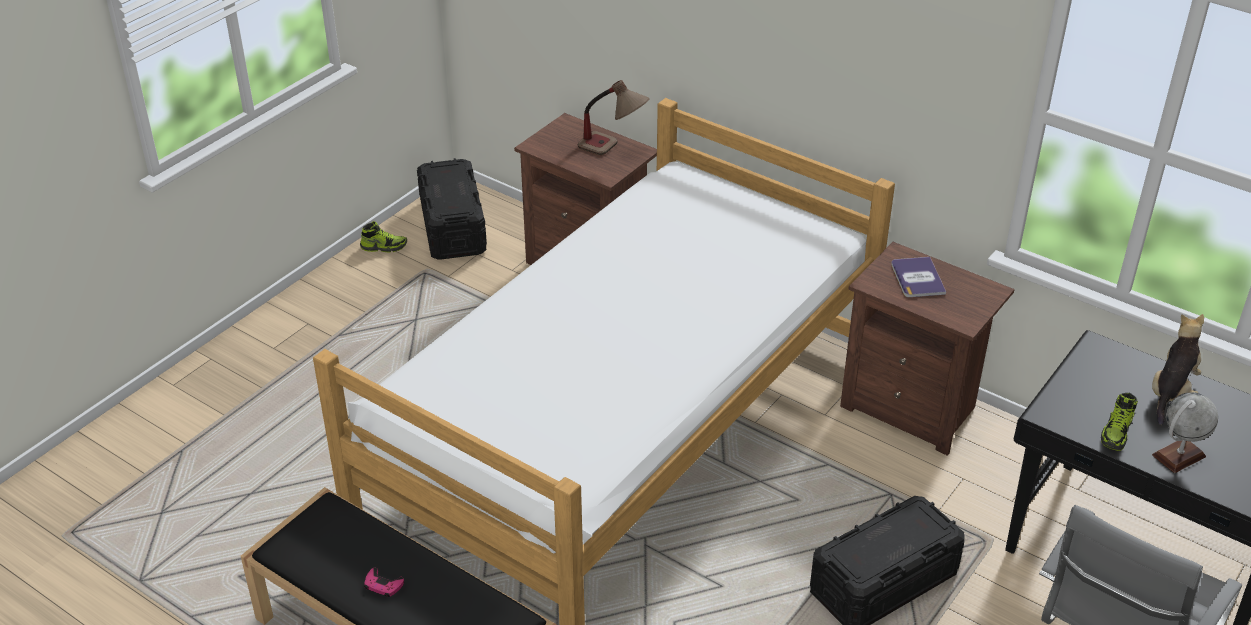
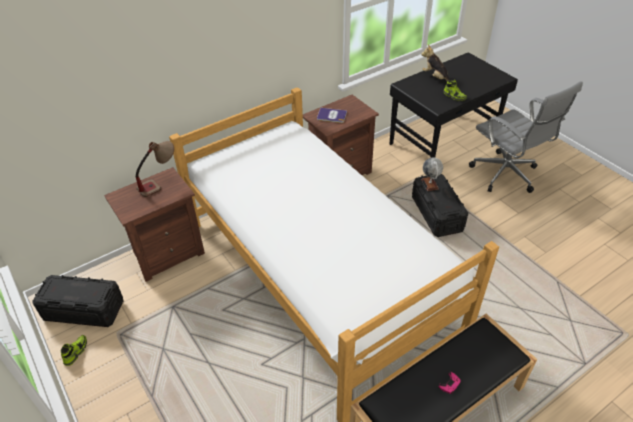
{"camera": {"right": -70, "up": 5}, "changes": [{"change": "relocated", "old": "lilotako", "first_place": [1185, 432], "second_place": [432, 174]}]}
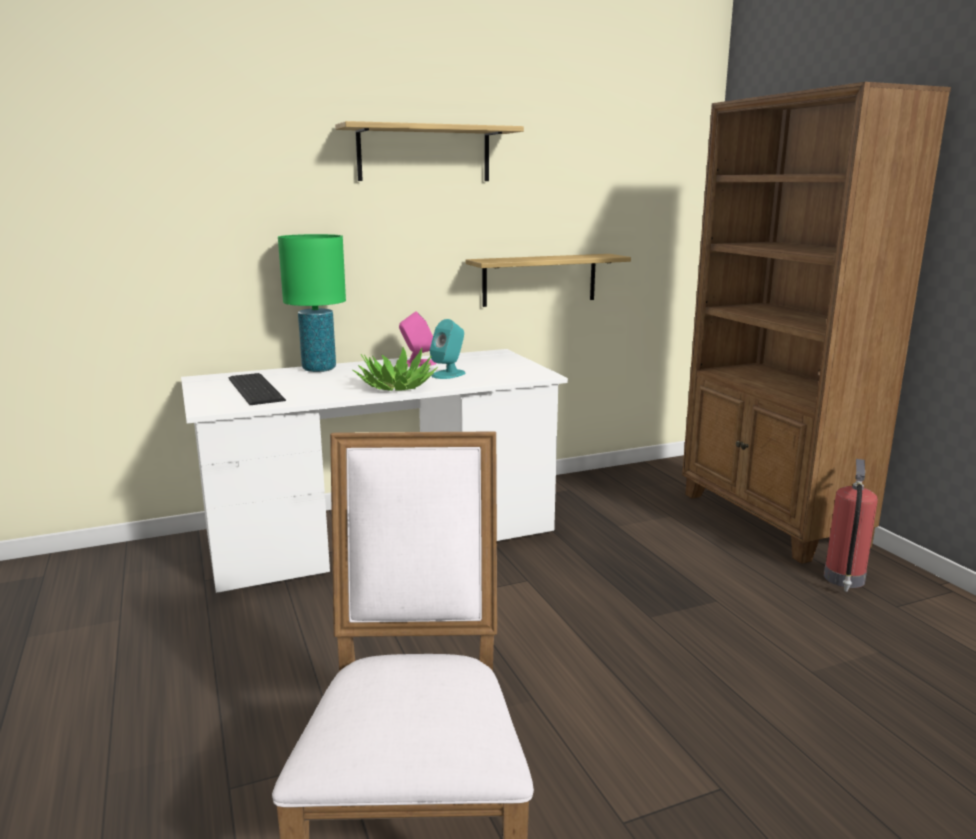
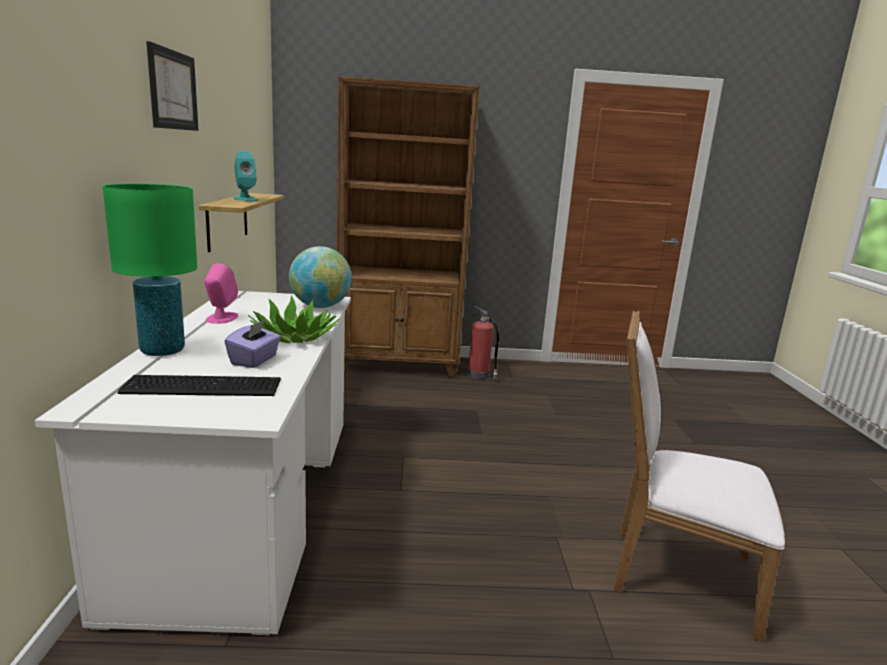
{"camera": {"right": -70, "up": 0}, "changes": [{"change": "exchanged", "old": "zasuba", "new": "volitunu", "first_place": [429, 151], "second_place": [172, 86]}, {"change": "relocated", "old": "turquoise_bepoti", "first_place": [447, 349], "second_place": [245, 176]}, {"change": "appeared", "new": "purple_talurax", "second_place": [253, 344]}, {"change": "appeared", "new": "lilotako", "second_place": [320, 277]}]}
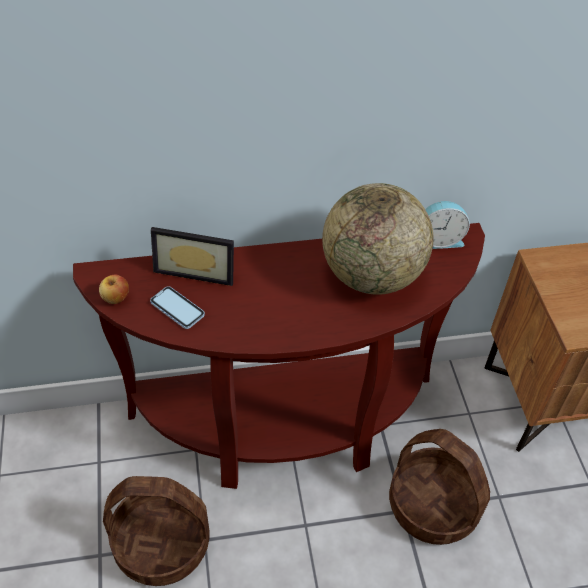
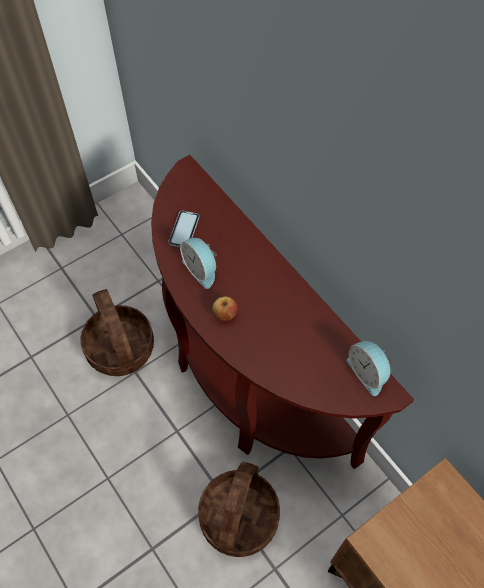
{"camera": {"right": 65, "up": 10}, "changes": [{"change": "relocated", "old": "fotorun", "first_place": [114, 289], "second_place": [225, 309]}, {"change": "missing", "old": "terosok", "first_place": [192, 256]}, {"change": "missing", "old": "lilotako", "first_place": [377, 239]}, {"change": "appeared", "new": "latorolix", "second_place": [198, 263]}]}
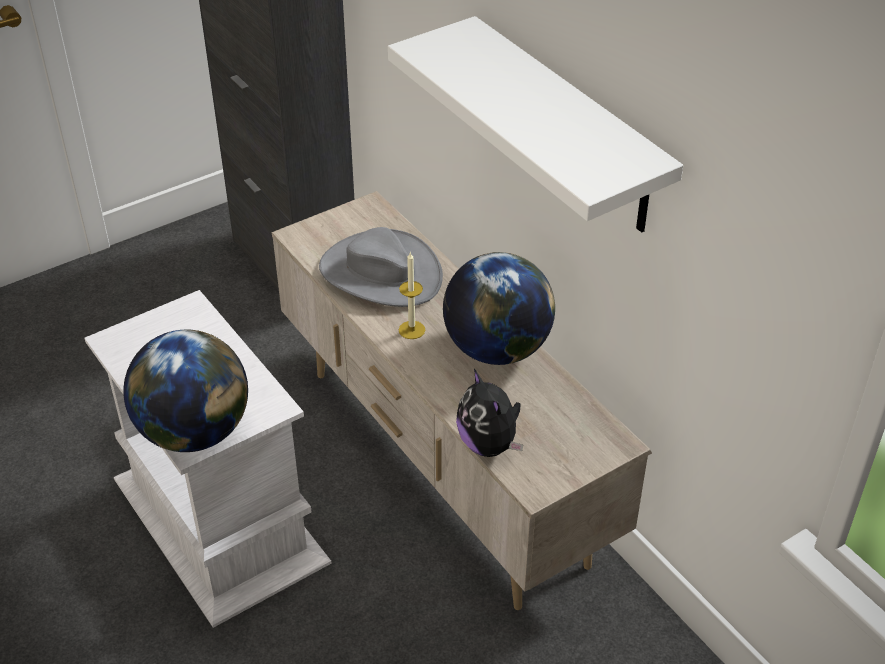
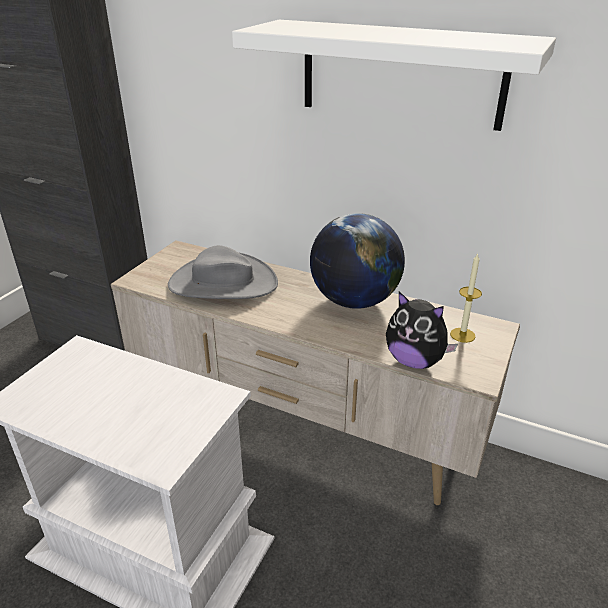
{"camera": {"right": -30, "up": -10}, "changes": [{"change": "missing", "old": "lilotako", "first_place": [185, 391]}, {"change": "relocated", "old": "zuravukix", "first_place": [412, 296], "second_place": [466, 298]}]}
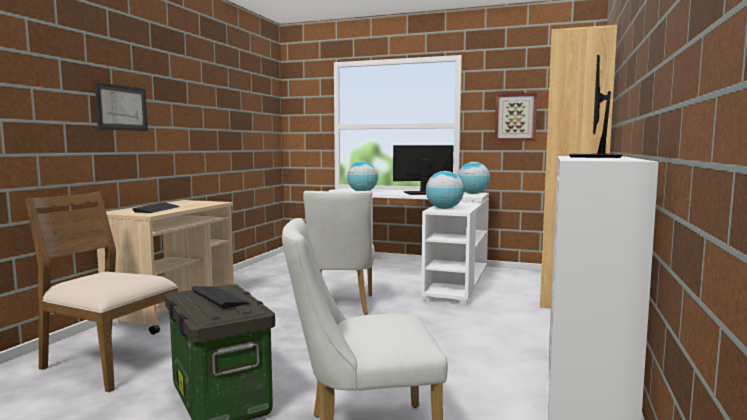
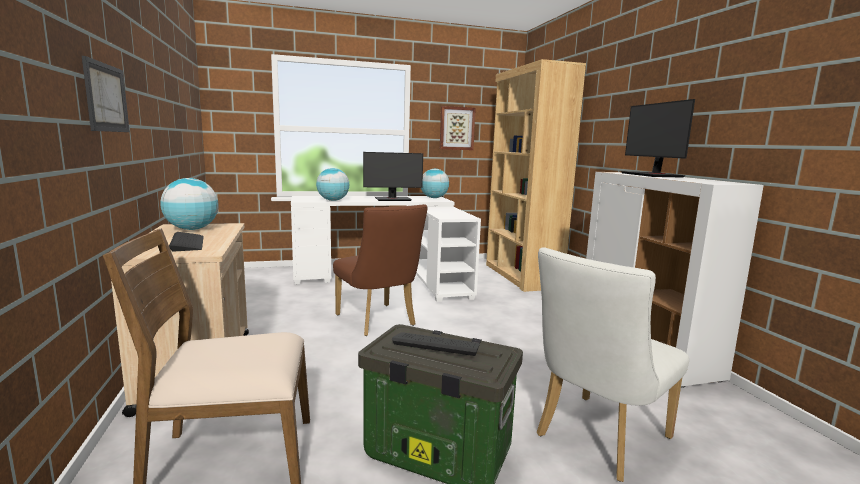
{"camera": {"right": -35, "up": 5}, "changes": [{"change": "colour", "old": "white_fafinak", "new": "brown_fafinak", "first_place": [338, 253], "second_place": [380, 270]}, {"change": "spun", "old": "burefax", "first_place": [423, 170], "second_place": [393, 176], "degrees": -150}, {"change": "relocated", "old": "lilotako", "first_place": [445, 190], "second_place": [189, 204]}]}
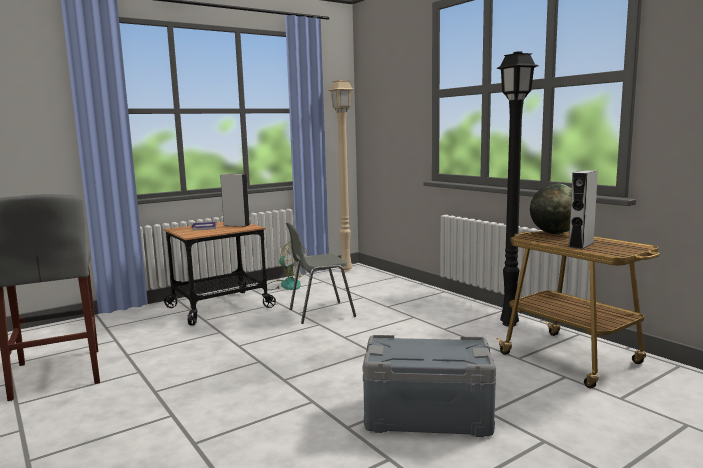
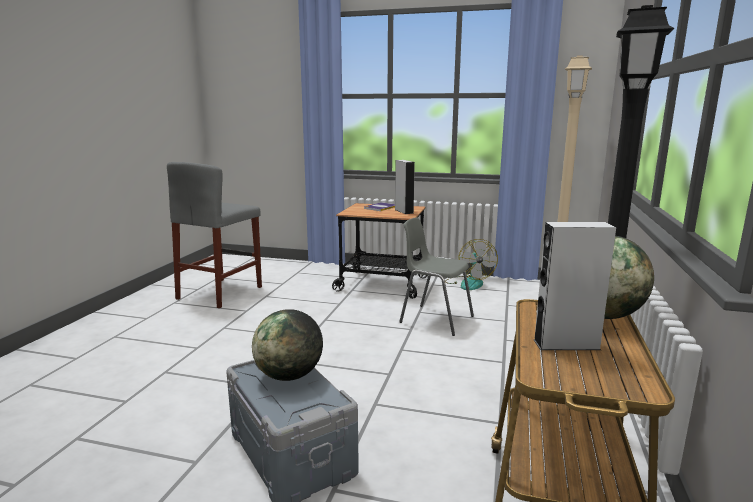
{"camera": {"right": 50, "up": 5}, "changes": [{"change": "appeared", "new": "lilotako", "second_place": [287, 345]}]}
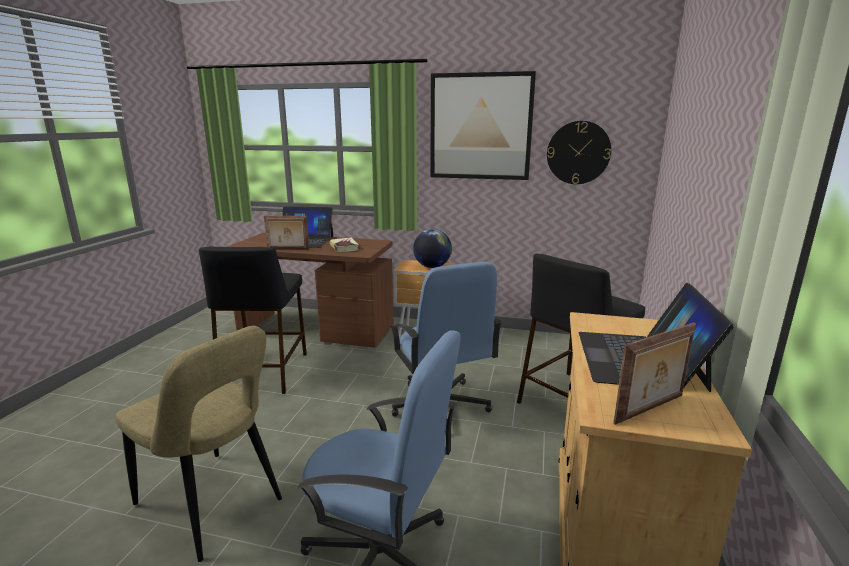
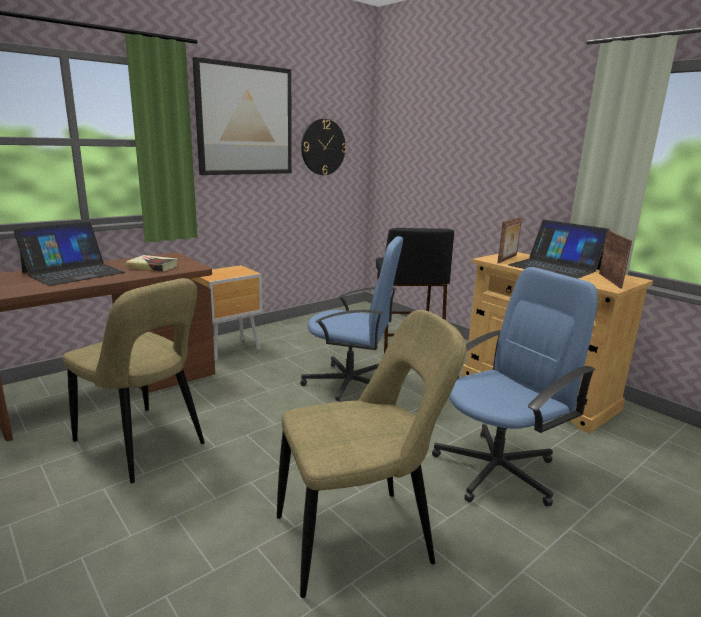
{"camera": {"right": -55, "up": 0}, "changes": [{"change": "exchanged", "old": "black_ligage", "new": "beige_fafinak", "first_place": [253, 320], "second_place": [134, 380]}, {"change": "relocated", "old": "terosok", "first_place": [286, 233], "second_place": [509, 240]}, {"change": "missing", "old": "lilotako", "first_place": [432, 248]}]}
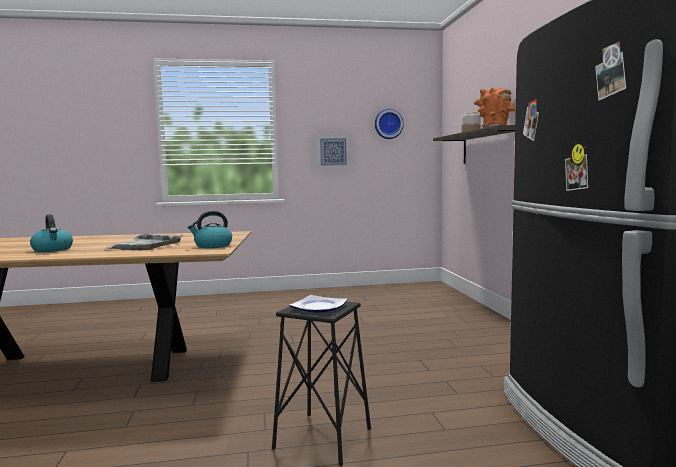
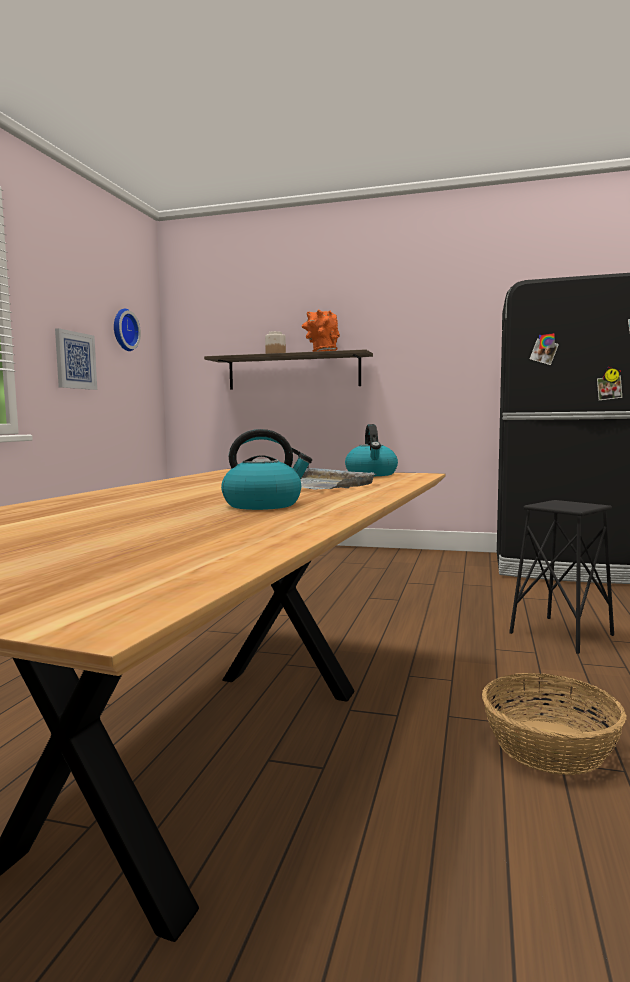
{"camera": {"right": -65, "up": 0}, "changes": [{"change": "missing", "old": "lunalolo", "first_place": [318, 304]}, {"change": "appeared", "new": "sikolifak", "second_place": [554, 724]}]}
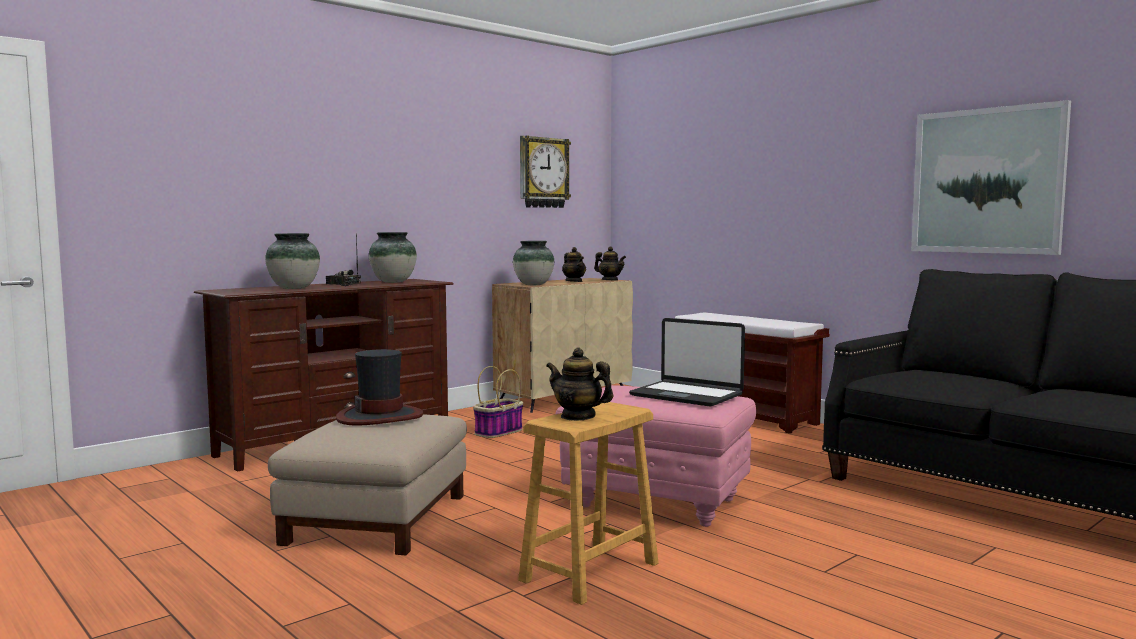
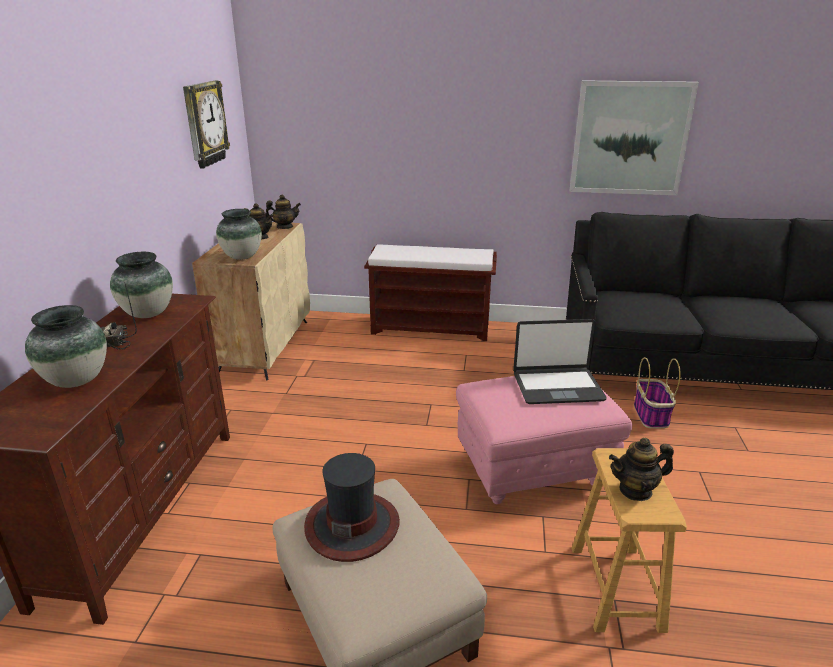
{"camera": {"right": -40, "up": 20}, "changes": [{"change": "relocated", "old": "sikolifak", "first_place": [498, 402], "second_place": [657, 392]}]}
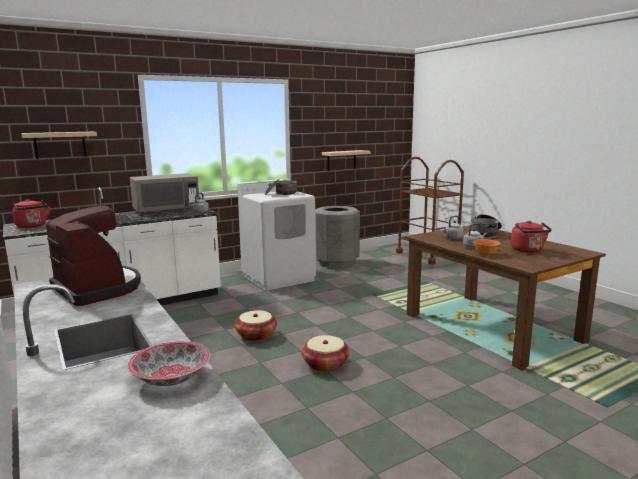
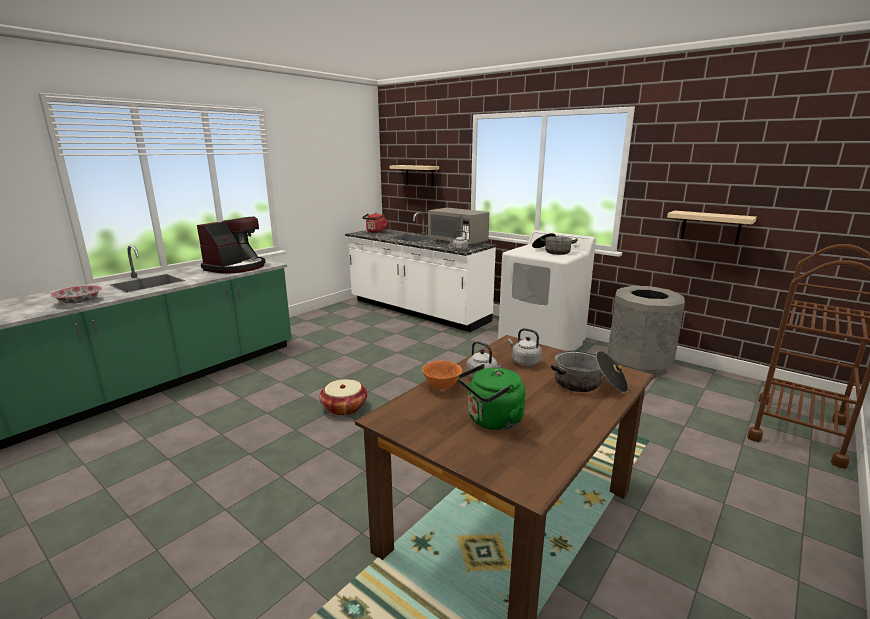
{"camera": {"right": 70, "up": 5}, "changes": [{"change": "missing", "old": "sikolifak", "first_place": [255, 325]}, {"change": "colour", "old": "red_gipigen", "new": "green_gipigen", "first_place": [531, 237], "second_place": [491, 397]}]}
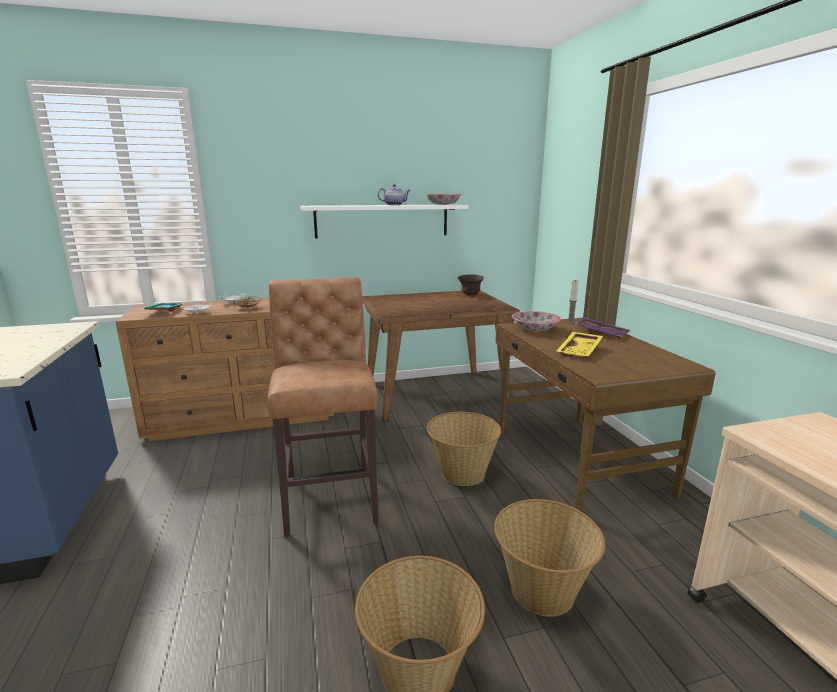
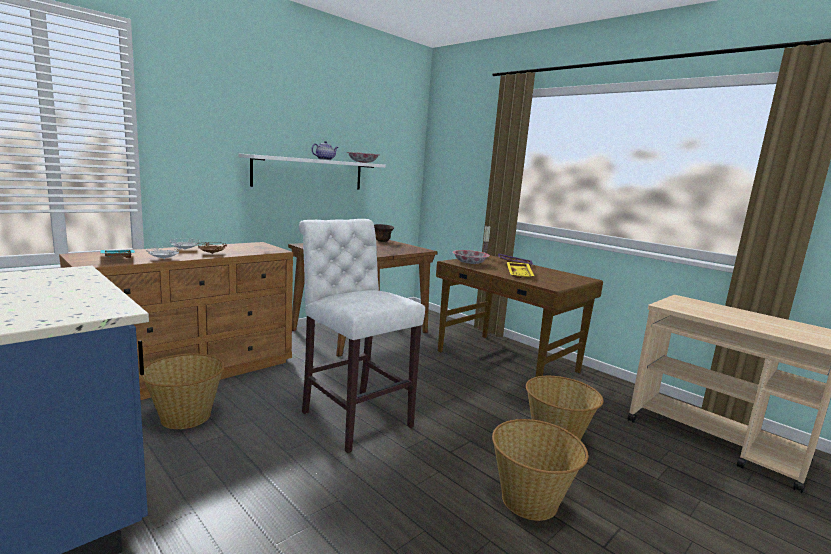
{"camera": {"right": -30, "up": -5}, "changes": [{"change": "colour", "old": "brown_ligage", "new": "white_ligage", "first_place": [323, 406], "second_place": [362, 336]}, {"change": "relocated", "old": "sikolifak", "first_place": [464, 449], "second_place": [182, 391]}]}
